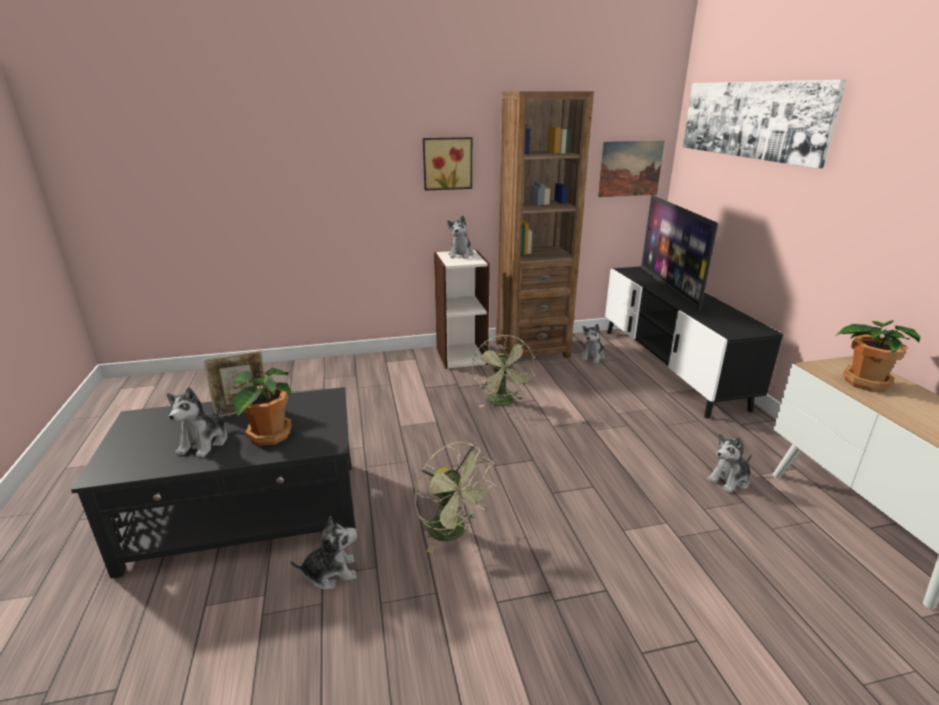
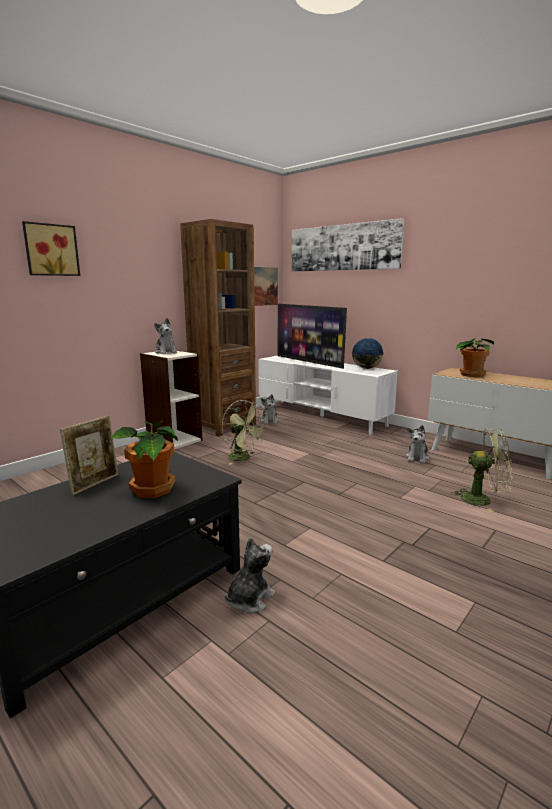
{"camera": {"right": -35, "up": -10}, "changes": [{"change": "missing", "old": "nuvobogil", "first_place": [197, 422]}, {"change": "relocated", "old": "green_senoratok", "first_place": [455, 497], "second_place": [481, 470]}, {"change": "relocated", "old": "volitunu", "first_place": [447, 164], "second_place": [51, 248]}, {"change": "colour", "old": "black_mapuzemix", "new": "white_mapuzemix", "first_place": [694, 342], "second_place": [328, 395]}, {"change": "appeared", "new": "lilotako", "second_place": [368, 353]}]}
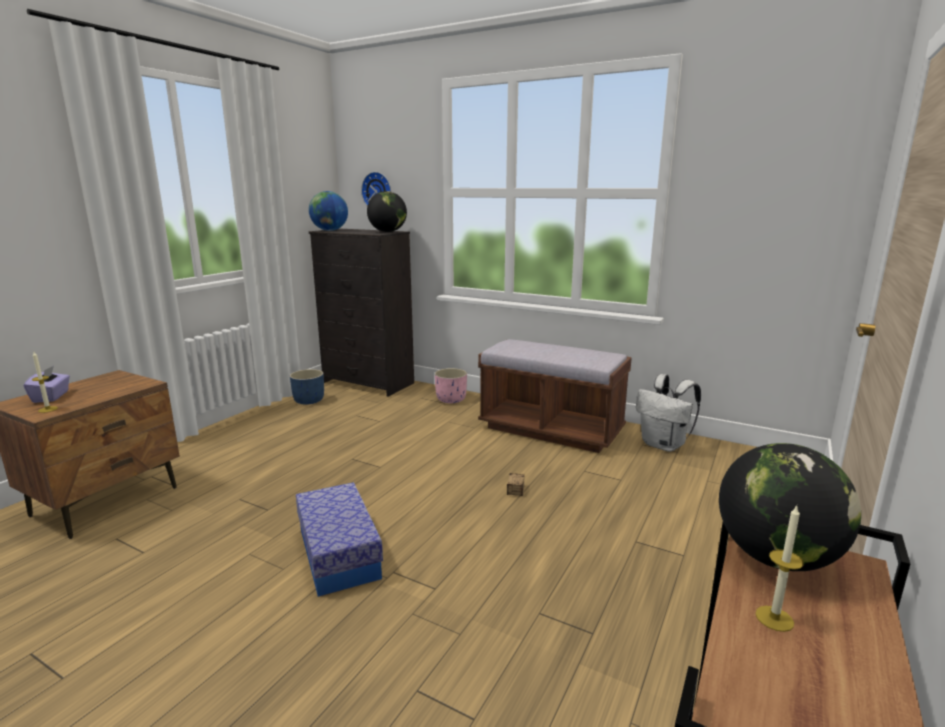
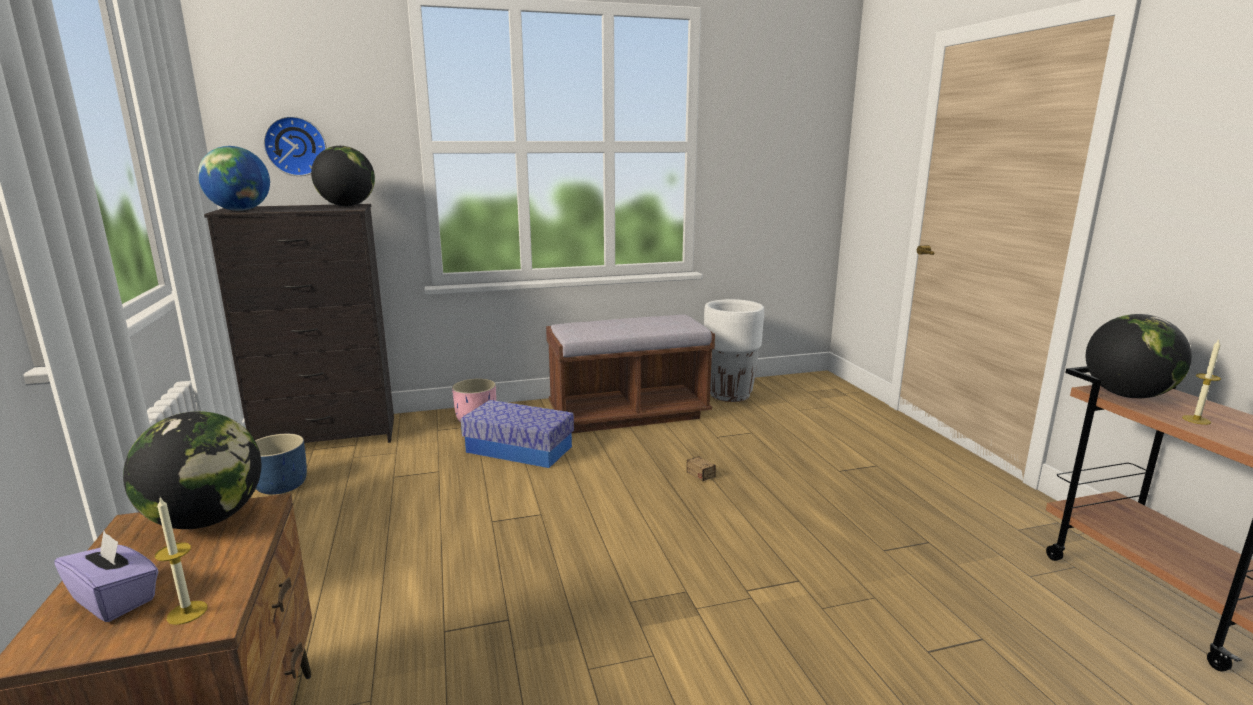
{"camera": {"right": -45, "up": 0}, "changes": [{"change": "relocated", "old": "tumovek", "first_place": [339, 539], "second_place": [517, 434]}, {"change": "exchanged", "old": "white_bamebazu", "new": "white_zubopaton", "first_place": [668, 413], "second_place": [734, 350]}, {"change": "appeared", "new": "lilotako", "second_place": [192, 470]}]}
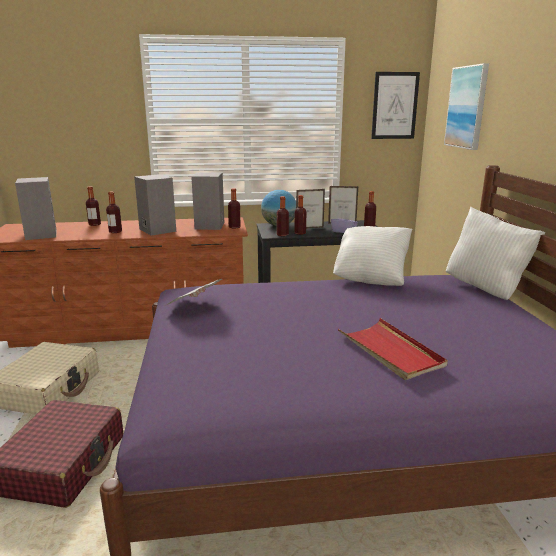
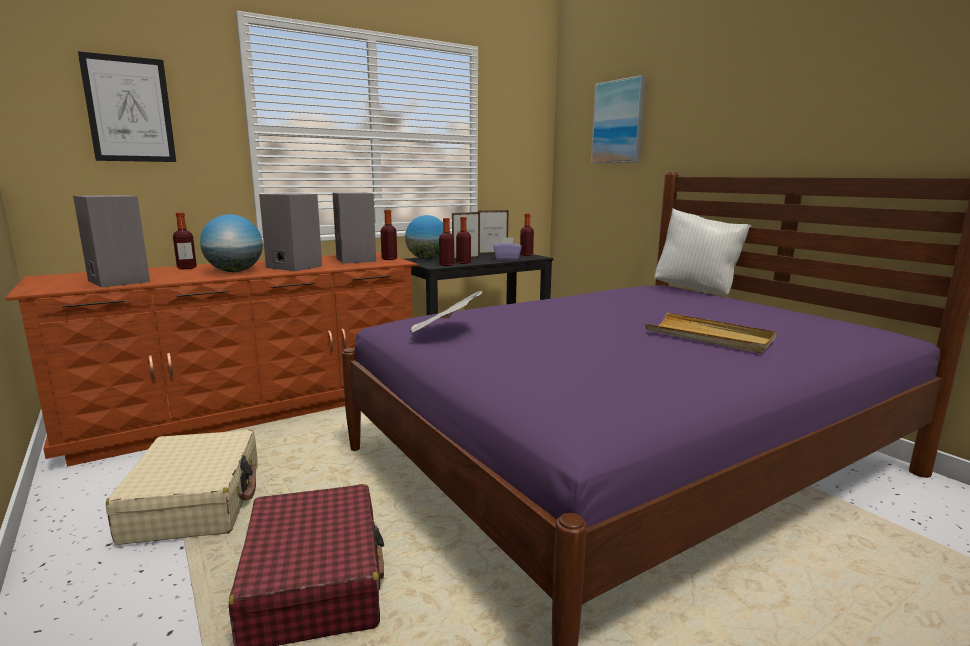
{"camera": {"right": -25, "up": -5}, "changes": [{"change": "exchanged", "old": "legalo", "new": "lilotako", "first_place": [114, 212], "second_place": [231, 243]}, {"change": "missing", "old": "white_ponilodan", "first_place": [372, 256]}, {"change": "colour", "old": "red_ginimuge", "new": "beige_ginimuge", "first_place": [393, 349], "second_place": [711, 333]}, {"change": "relocated", "old": "volitunu", "first_place": [395, 105], "second_place": [127, 106]}]}
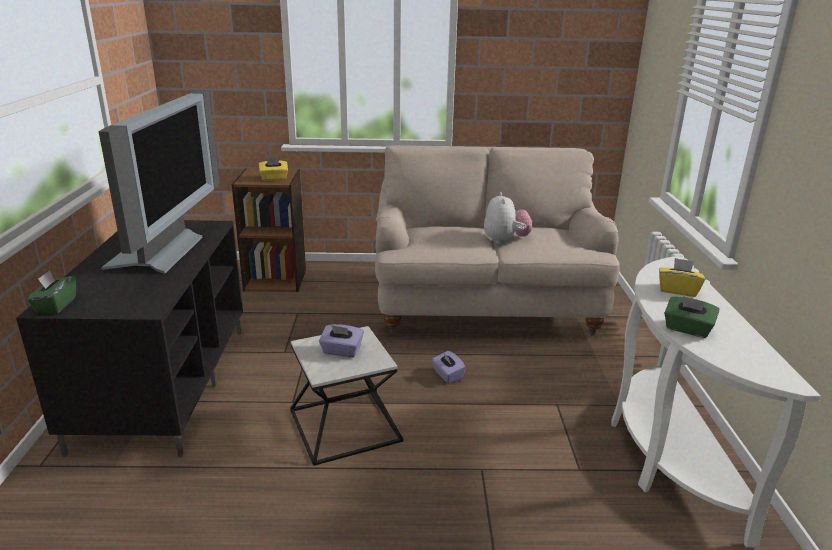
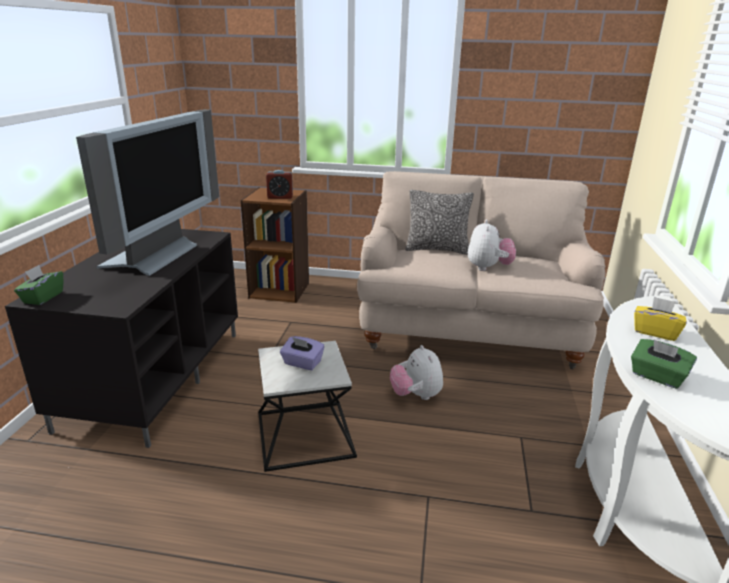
{"camera": {"right": 10, "up": 0}, "changes": [{"change": "exchanged", "old": "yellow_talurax", "new": "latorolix", "first_place": [273, 169], "second_place": [279, 184]}, {"change": "exchanged", "old": "purple_talurax", "new": "nuvobogil", "first_place": [449, 367], "second_place": [416, 372]}, {"change": "appeared", "new": "ponilodan", "second_place": [439, 222]}]}
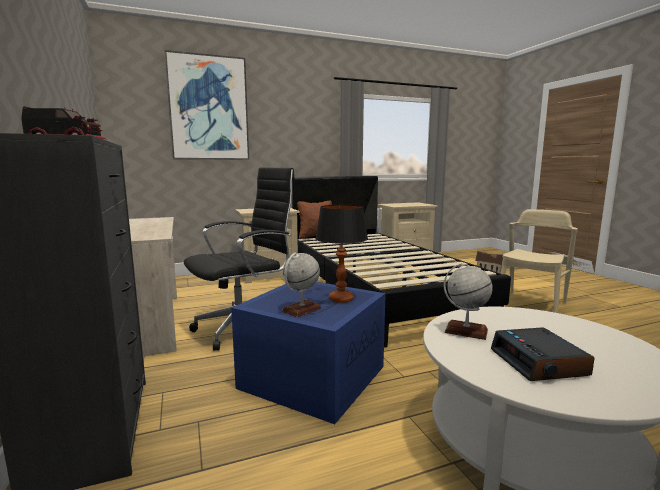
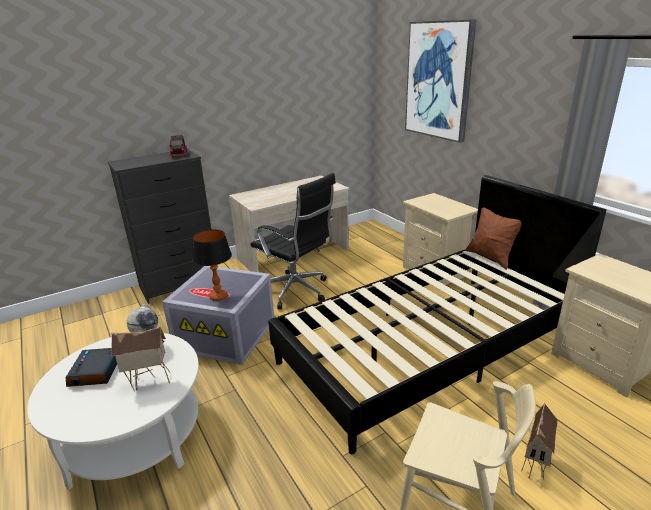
{"camera": {"right": 80, "up": 15}, "changes": [{"change": "colour", "old": "blue_tumovek", "new": "grey_tumovek", "first_place": [308, 353], "second_place": [218, 315]}, {"change": "missing", "old": "lilotako", "first_place": [301, 284]}, {"change": "spun", "old": "latorolix", "first_place": [543, 354], "second_place": [91, 367], "degrees": -75}, {"change": "appeared", "new": "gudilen", "second_place": [140, 359]}]}
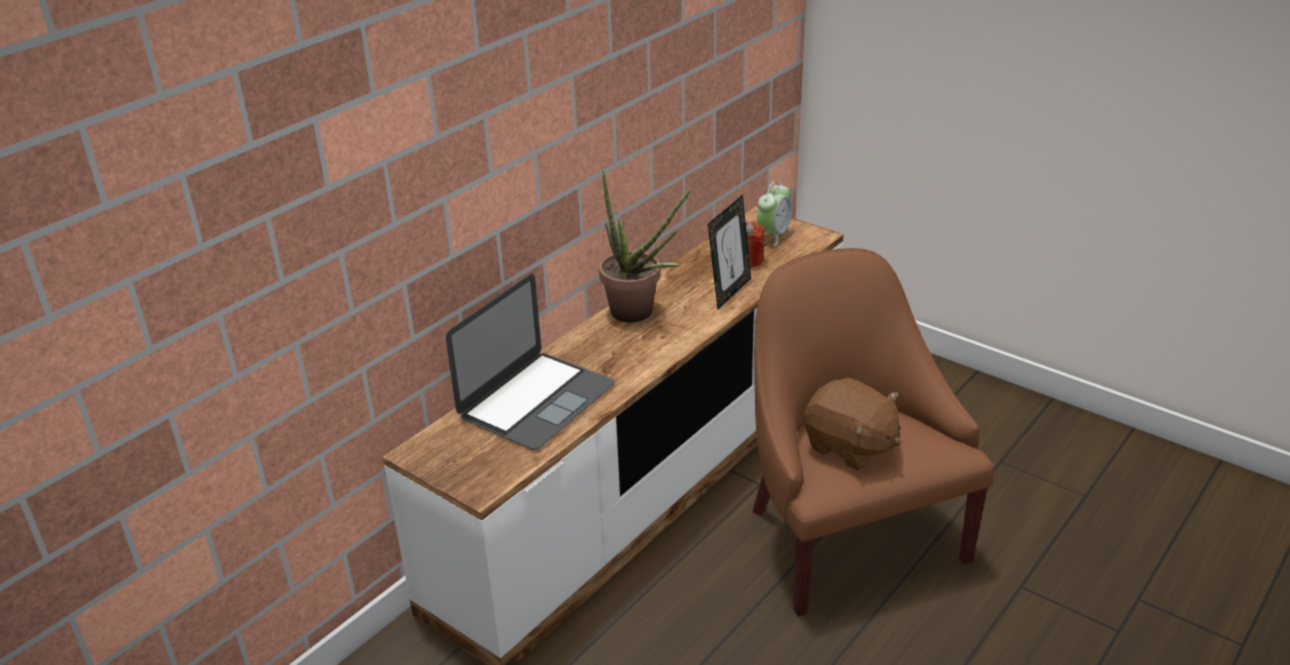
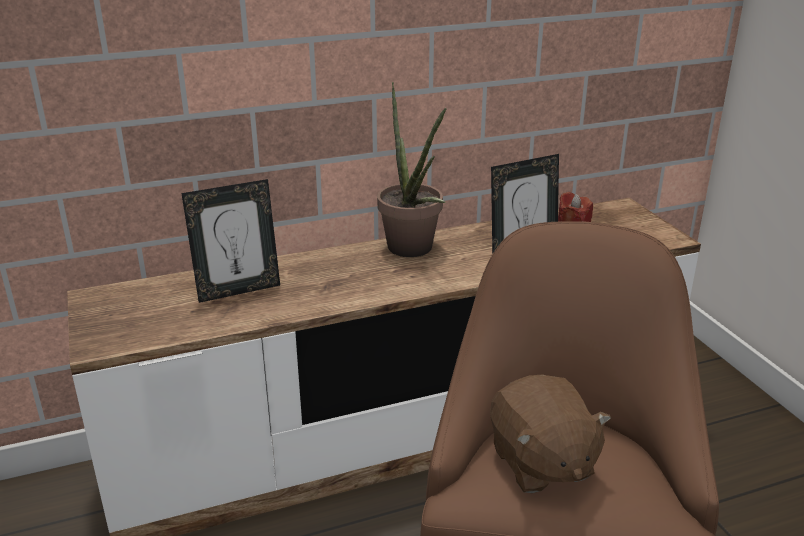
{"camera": {"right": 30, "up": -5}, "changes": [{"change": "exchanged", "old": "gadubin", "new": "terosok", "first_place": [530, 362], "second_place": [230, 241]}, {"change": "missing", "old": "latorolix", "first_place": [774, 214]}]}
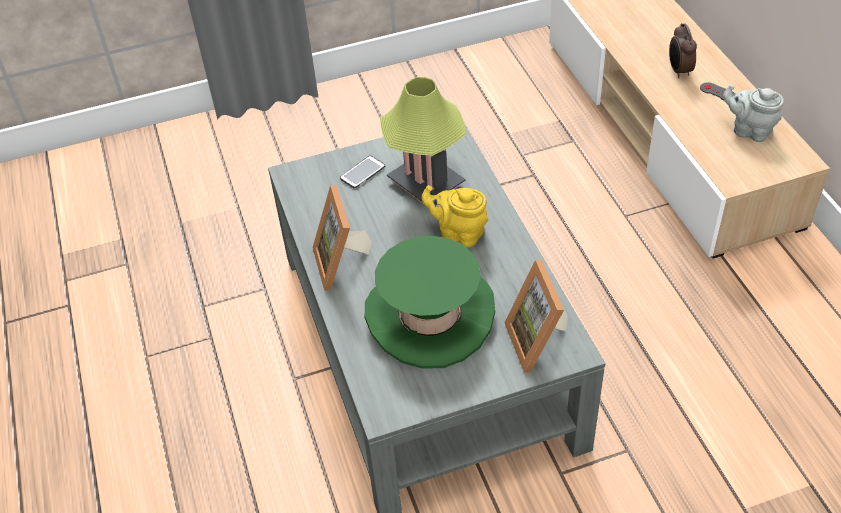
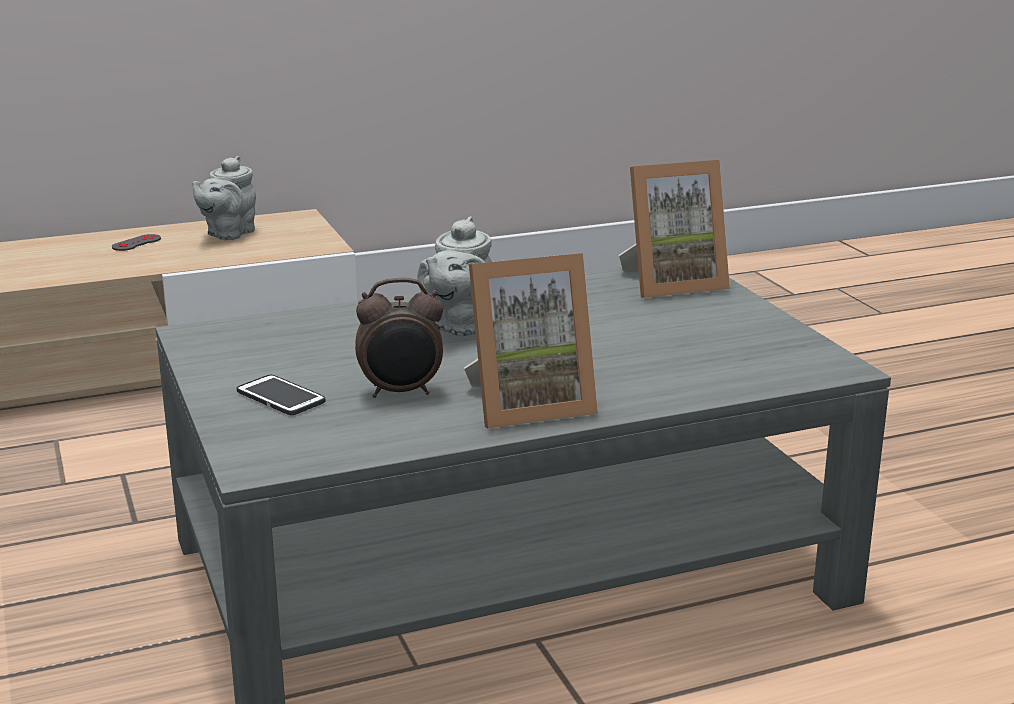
{"camera": {"right": -95, "up": -25}, "changes": [{"change": "missing", "old": "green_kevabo", "first_place": [430, 302]}, {"change": "missing", "old": "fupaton", "first_place": [423, 140]}, {"change": "colour", "old": "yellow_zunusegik", "new": "grey_zunusegik", "first_place": [454, 216], "second_place": [454, 276]}, {"change": "relocated", "old": "latorolix", "first_place": [683, 51], "second_place": [399, 338]}]}
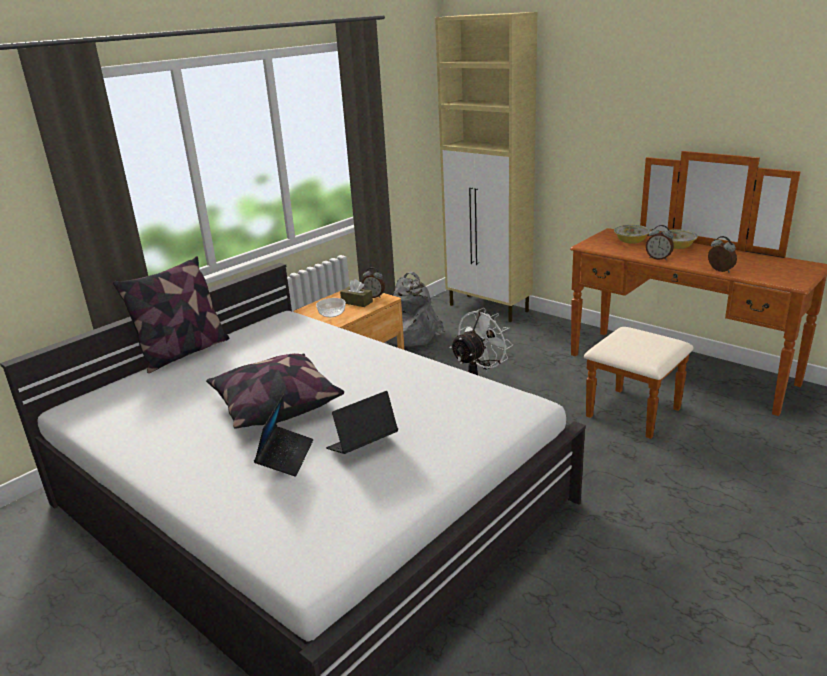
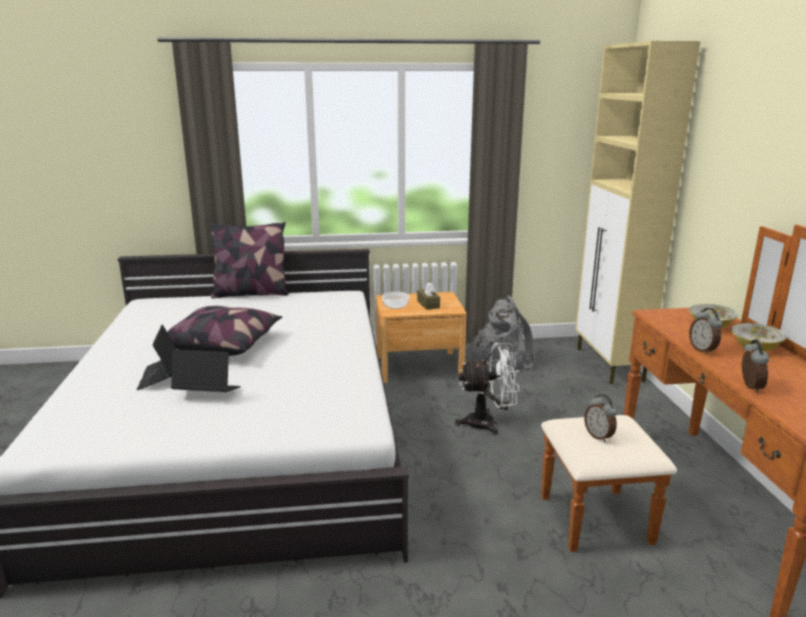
{"camera": {"right": 40, "up": -5}, "changes": [{"change": "spun", "old": "gadubin", "first_place": [283, 435], "second_place": [157, 357], "degrees": 120}, {"change": "relocated", "old": "latorolix", "first_place": [373, 282], "second_place": [600, 418]}]}
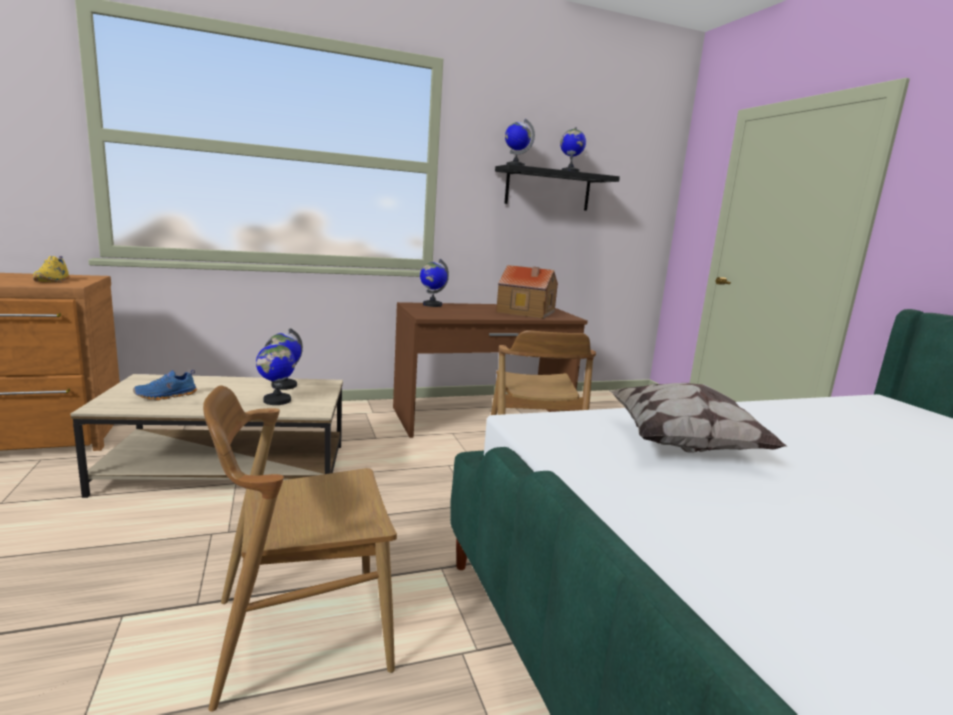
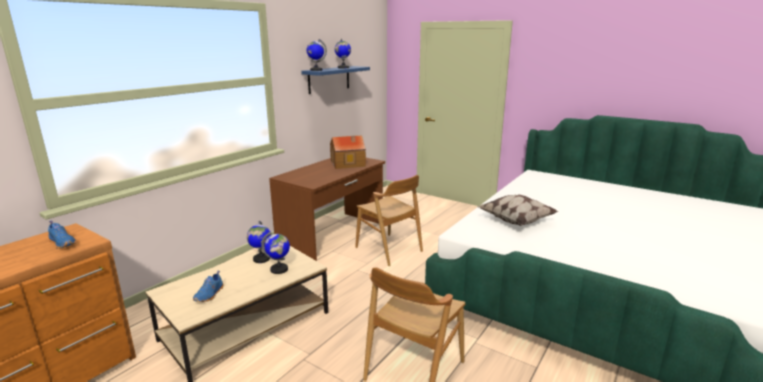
{"camera": {"right": -35, "up": 5}, "changes": [{"change": "colour", "old": "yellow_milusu", "new": "blue_milusu", "first_place": [51, 269], "second_place": [62, 235]}, {"change": "missing", "old": "lilotako", "first_place": [434, 283]}, {"change": "colour", "old": "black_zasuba", "new": "blue_zasuba", "first_place": [557, 187], "second_place": [335, 80]}]}
